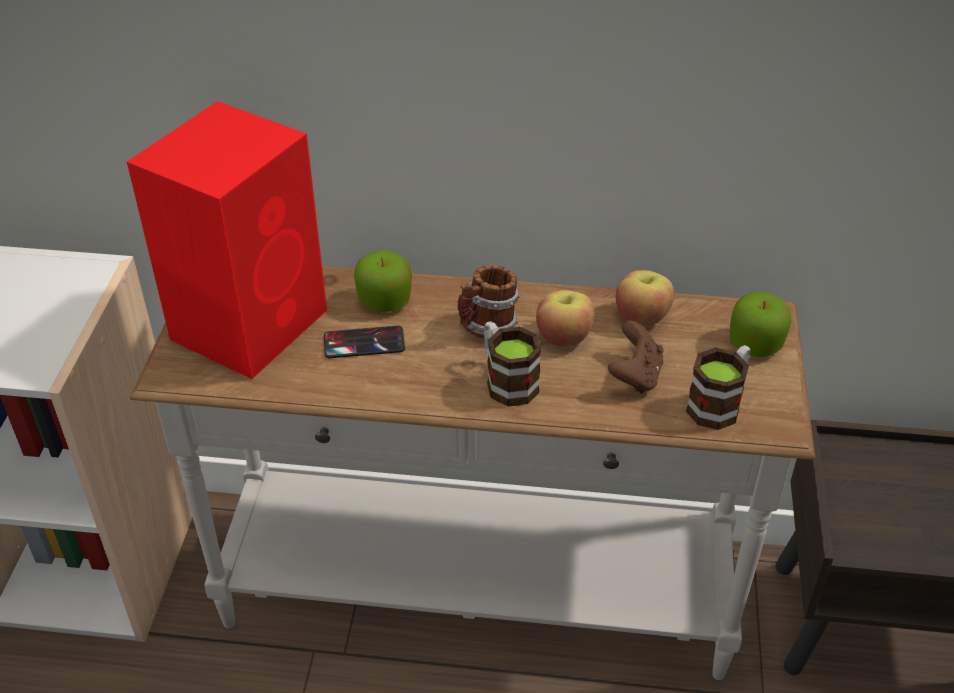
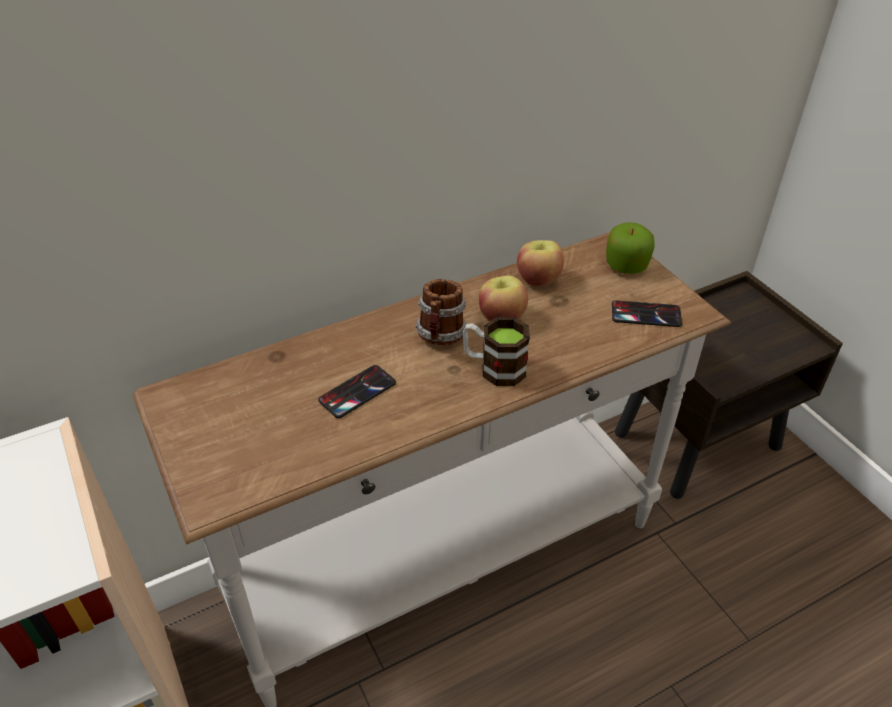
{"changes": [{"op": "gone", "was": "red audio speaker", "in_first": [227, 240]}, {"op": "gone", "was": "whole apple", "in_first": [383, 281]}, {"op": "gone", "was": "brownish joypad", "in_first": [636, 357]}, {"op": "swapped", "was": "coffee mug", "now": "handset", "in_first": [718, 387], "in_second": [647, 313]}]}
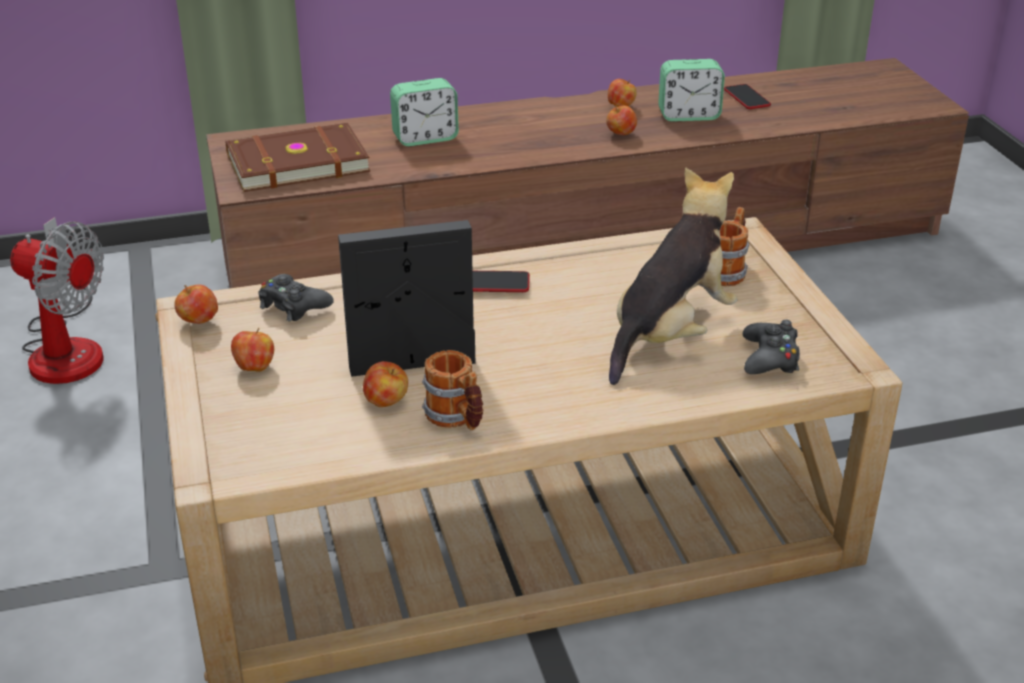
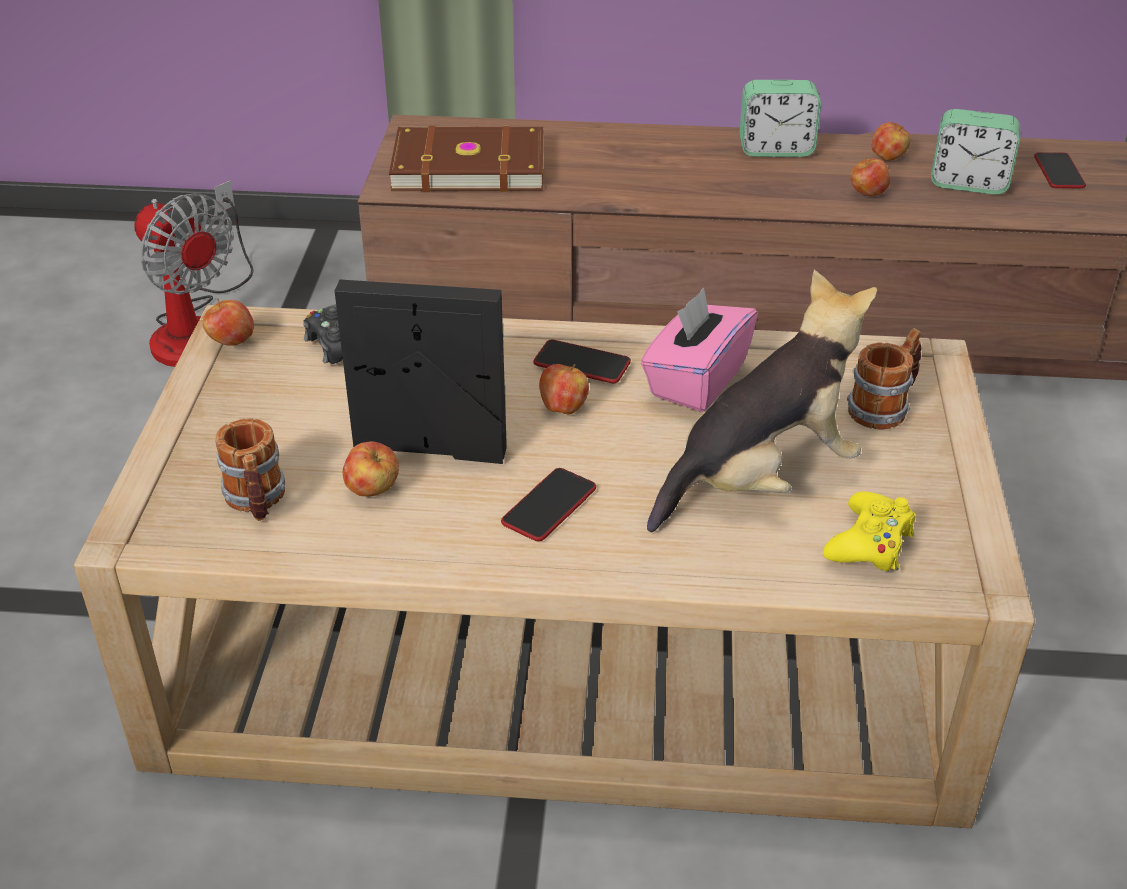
{"changes": [{"op": "shifted", "was": "whole apple", "in_first": [252, 350], "in_second": [564, 389]}, {"op": "shifted", "was": "bedside clock", "in_first": [424, 112], "in_second": [780, 118]}, {"op": "shifted", "was": "coffee mug", "in_first": [452, 390], "in_second": [250, 470]}, {"op": "repainted", "was": "black joypad", "now": "yellowish joypad", "in_first": [771, 347], "in_second": [869, 531]}, {"op": "new", "now": "handset", "in_second": [548, 504]}, {"op": "new", "now": "pink-coloured tissue holder", "in_second": [699, 350]}]}
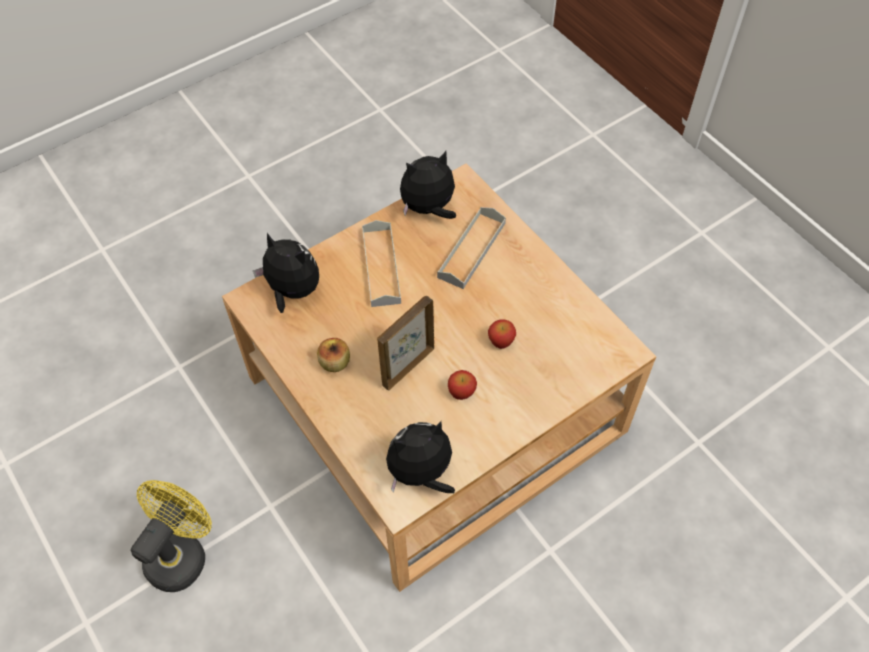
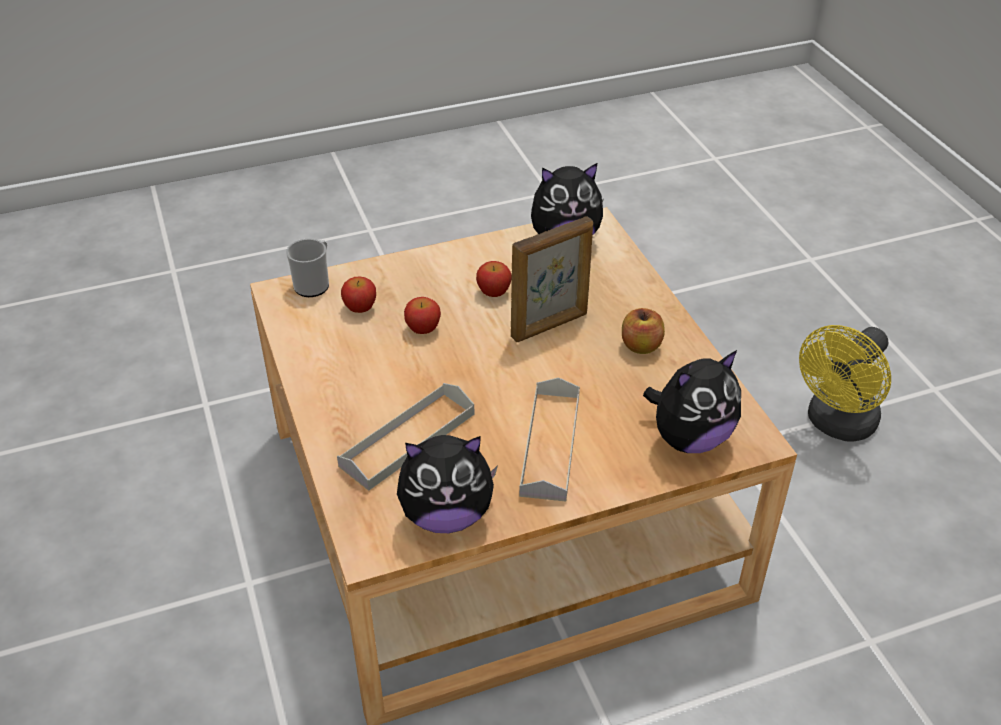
{"changes": [{"op": "rotated", "was": "plush toy", "in_first": [286, 273], "in_second": [692, 401], "clockwise": -75}, {"op": "new", "now": "coffee mug", "in_second": [307, 268]}, {"op": "new", "now": "whole apple", "in_second": [358, 295]}]}
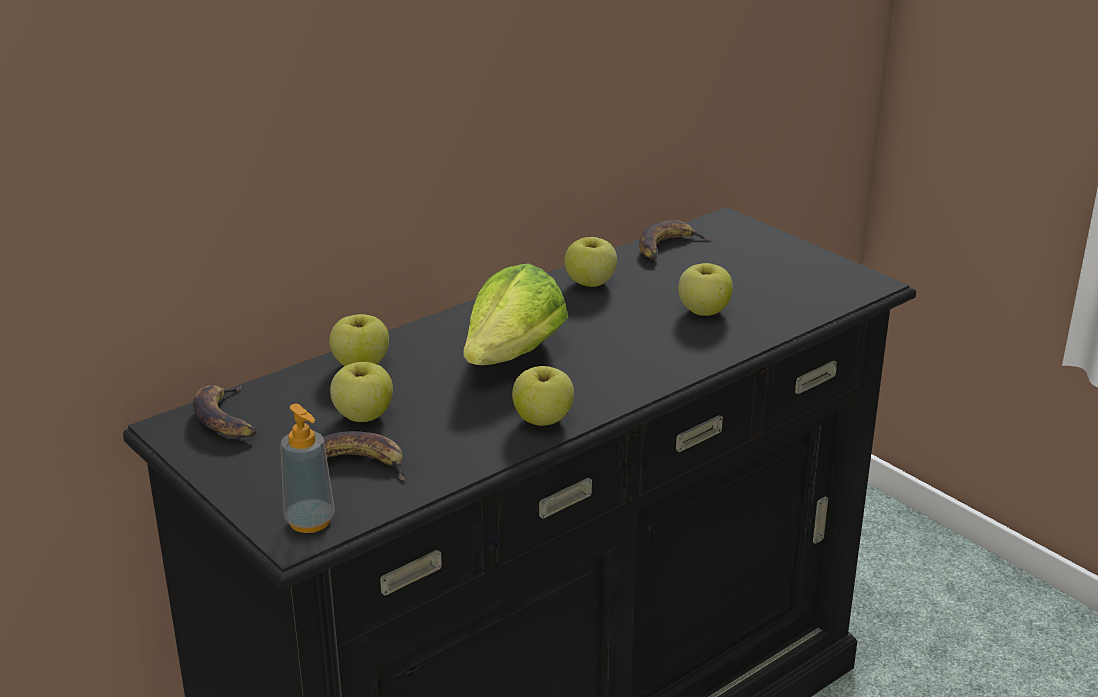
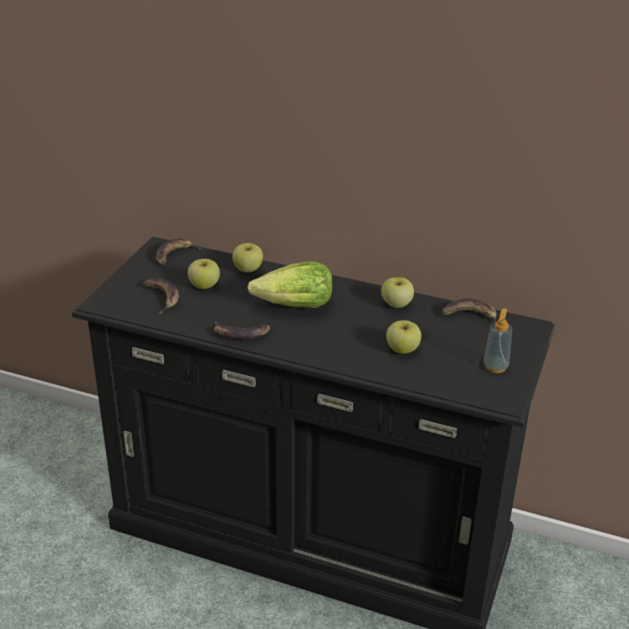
{"changes": [{"op": "shifted", "was": "liquid soap bottle", "in_first": [307, 468], "in_second": [497, 340]}, {"op": "swapped", "was": "whole apple", "now": "whole banana", "in_first": [543, 396], "in_second": [242, 330]}]}
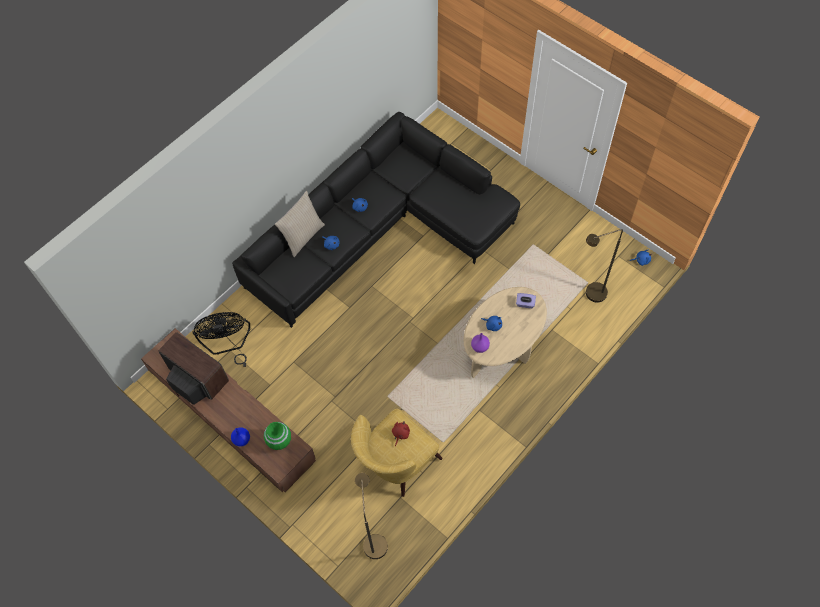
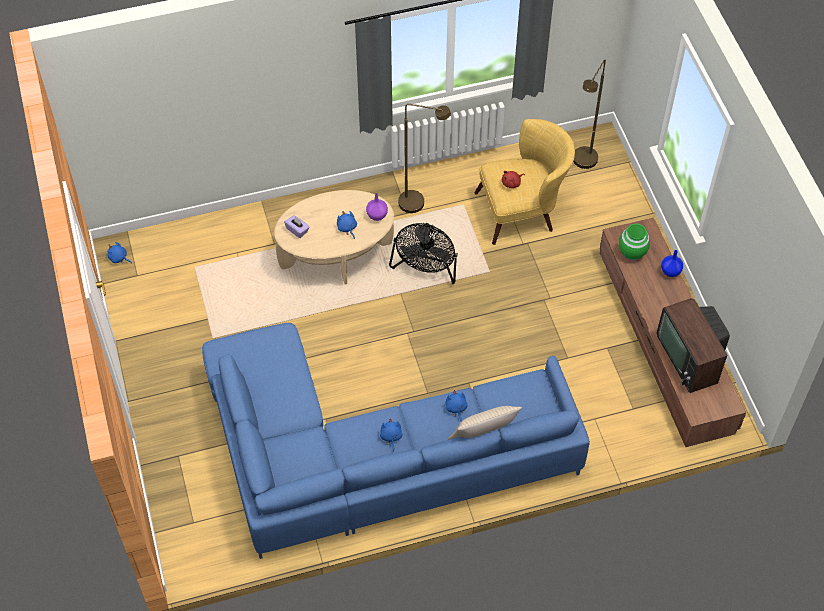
{"changes": [{"op": "shifted", "was": "black fan", "in_first": [221, 339], "in_second": [423, 253]}, {"op": "repainted", "was": "black sofa", "now": "blue sofa", "in_first": [376, 220], "in_second": [396, 441]}, {"op": "shifted", "was": "brownish standing lamp", "in_first": [604, 265], "in_second": [424, 158]}]}
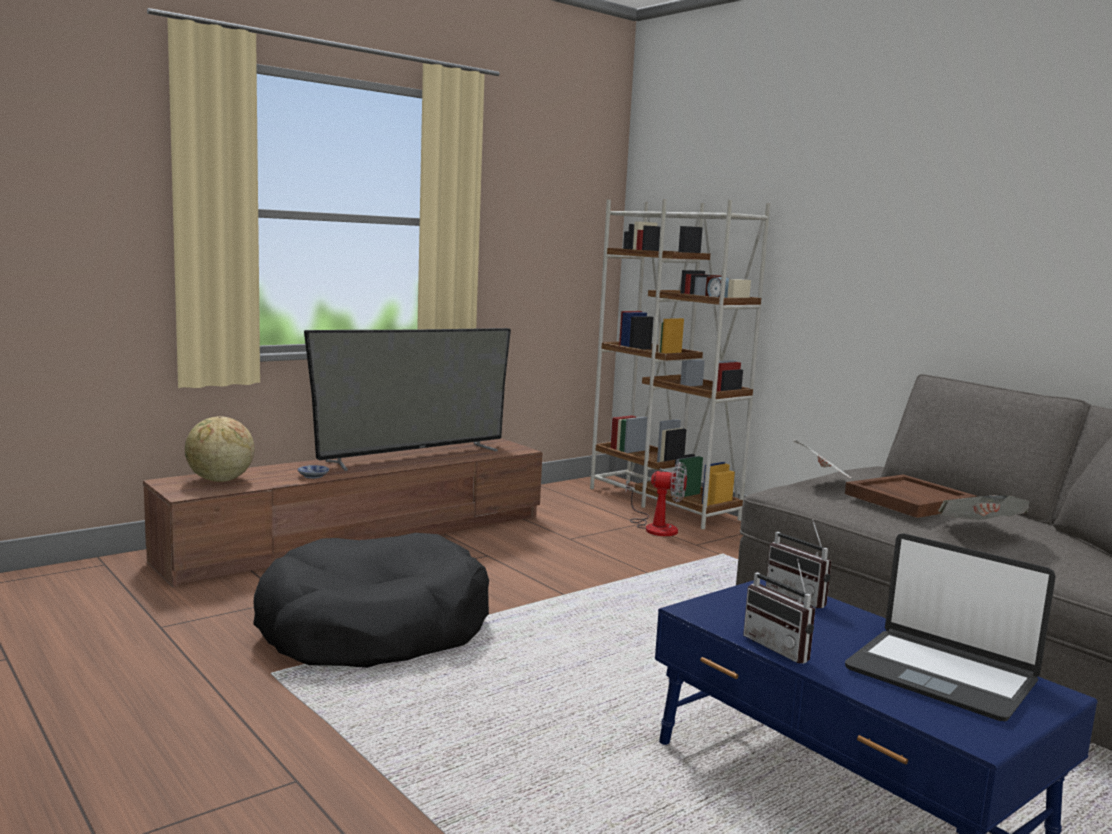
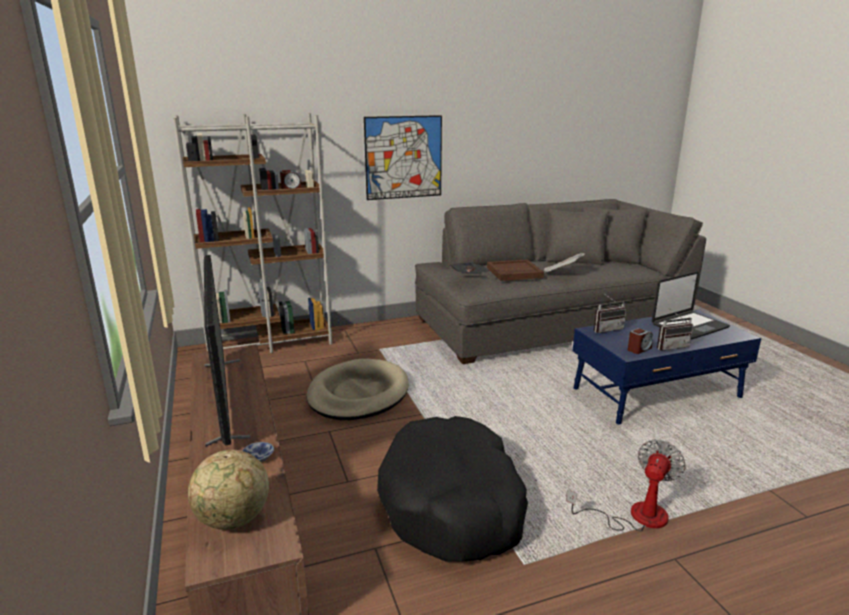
{"changes": [{"op": "shifted", "was": "fan", "in_first": [656, 499], "in_second": [626, 485]}, {"op": "new", "now": "sand-coloured pet bed", "in_second": [358, 389]}, {"op": "new", "now": "wall art", "in_second": [403, 157]}, {"op": "new", "now": "bedside clock", "in_second": [640, 341]}]}
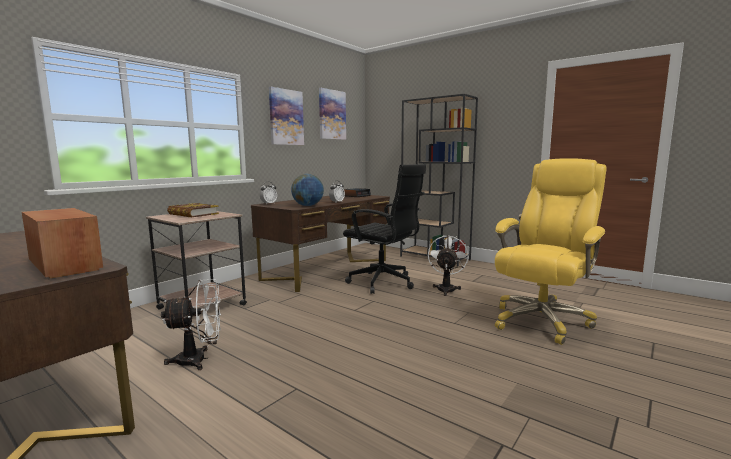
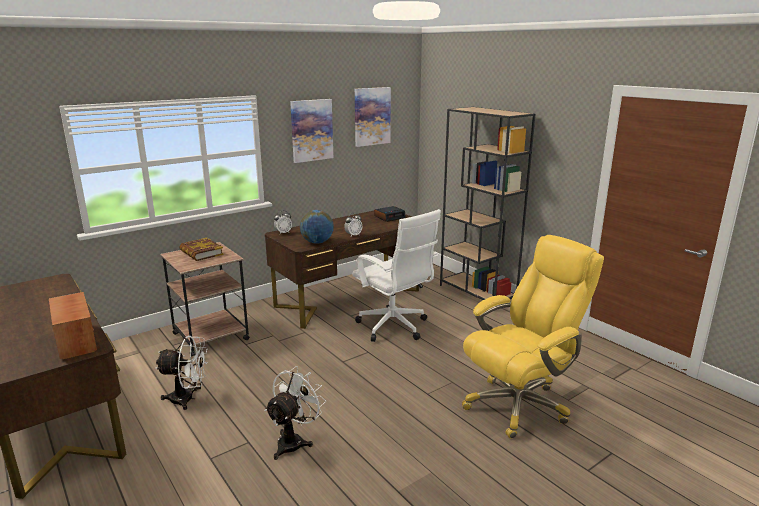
{"changes": [{"op": "repainted", "was": "black desk chair", "now": "whitish desk chair", "in_first": [384, 229], "in_second": [396, 275]}, {"op": "shifted", "was": "whitish fan", "in_first": [448, 265], "in_second": [295, 413]}]}
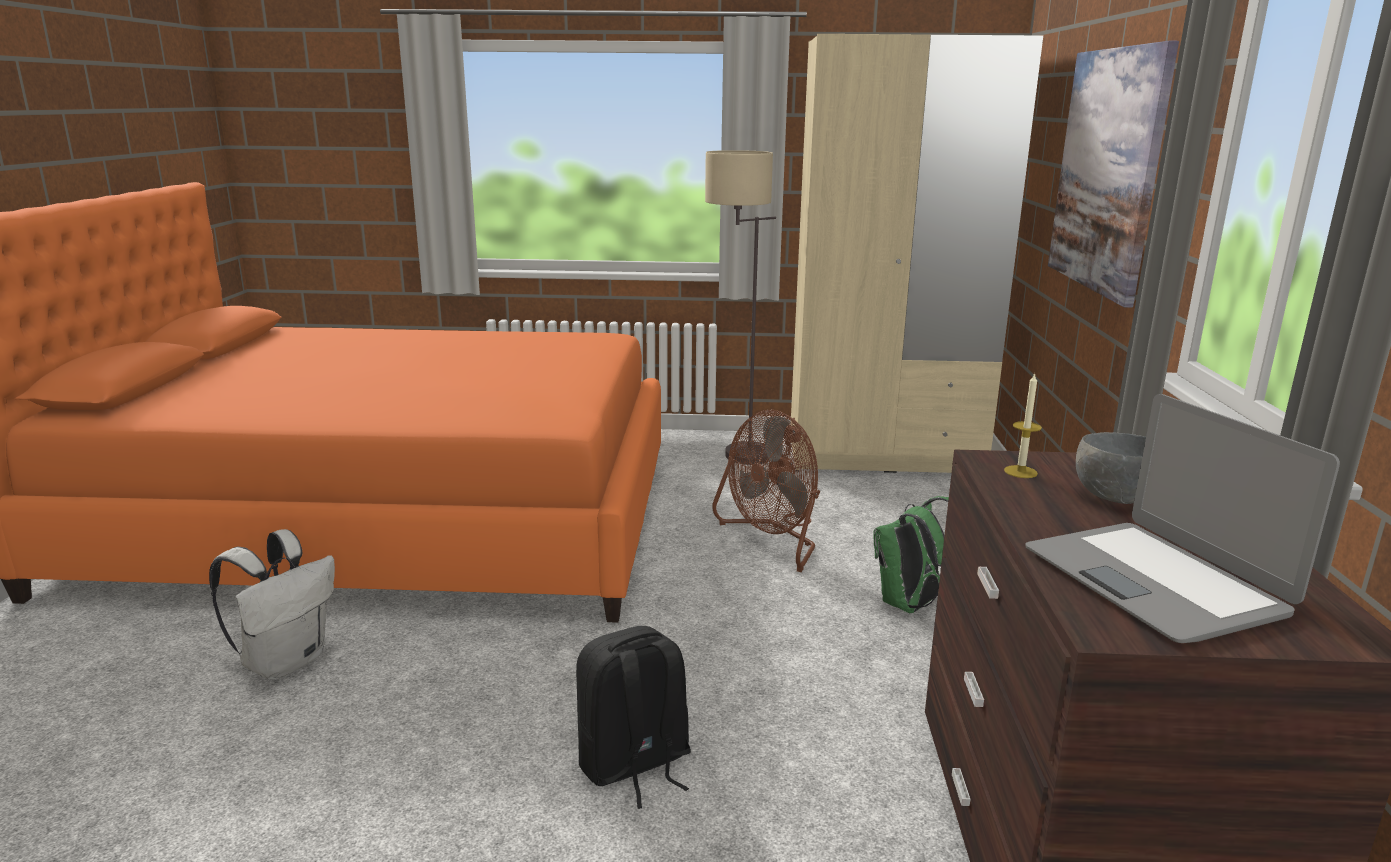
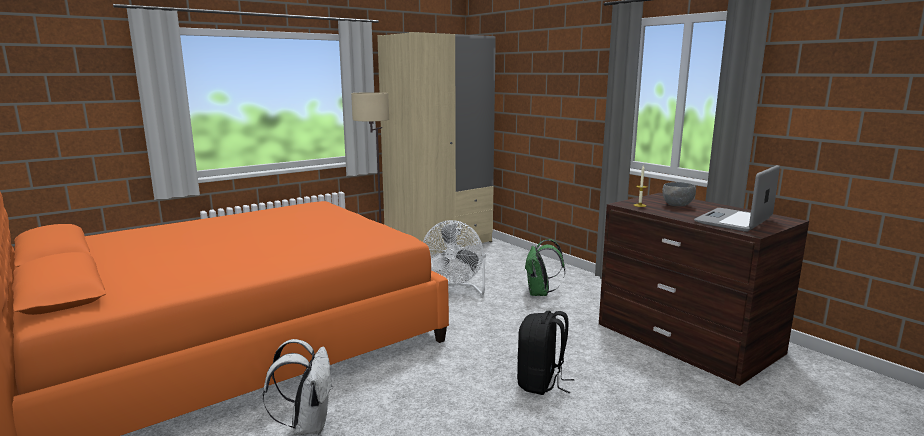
{"changes": [{"op": "repainted", "was": "brownish fan", "now": "whitish fan", "in_first": [766, 491], "in_second": [454, 258]}, {"op": "rotated", "was": "notebook computer", "in_first": [1182, 518], "in_second": [737, 198], "clockwise": 105}, {"op": "gone", "was": "wall art", "in_first": [1113, 174]}]}
